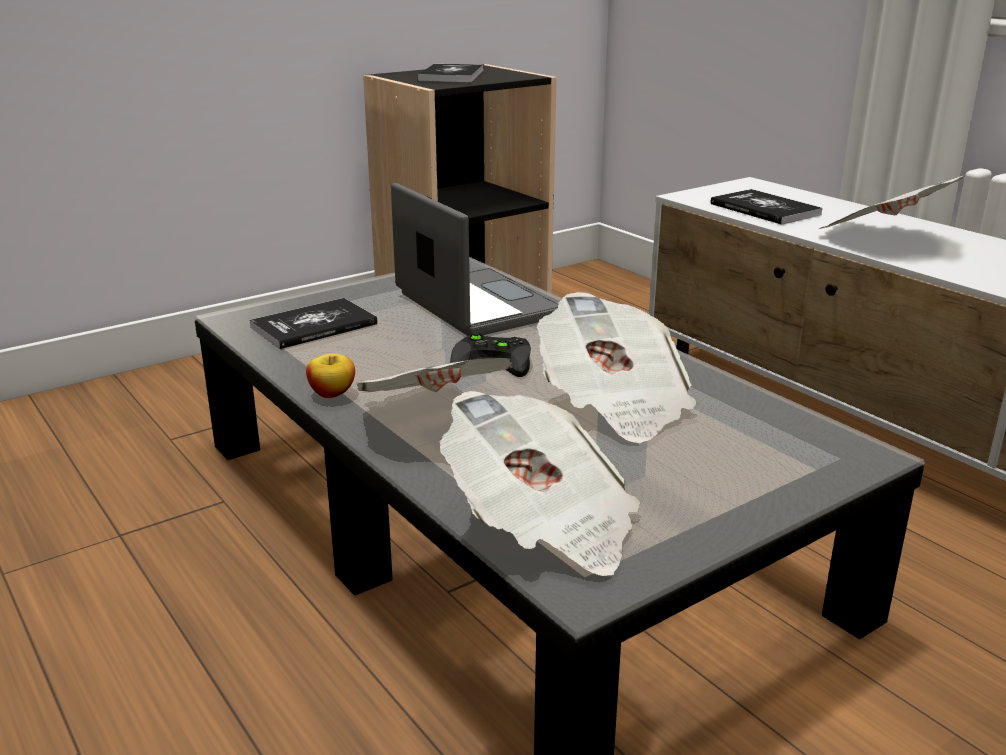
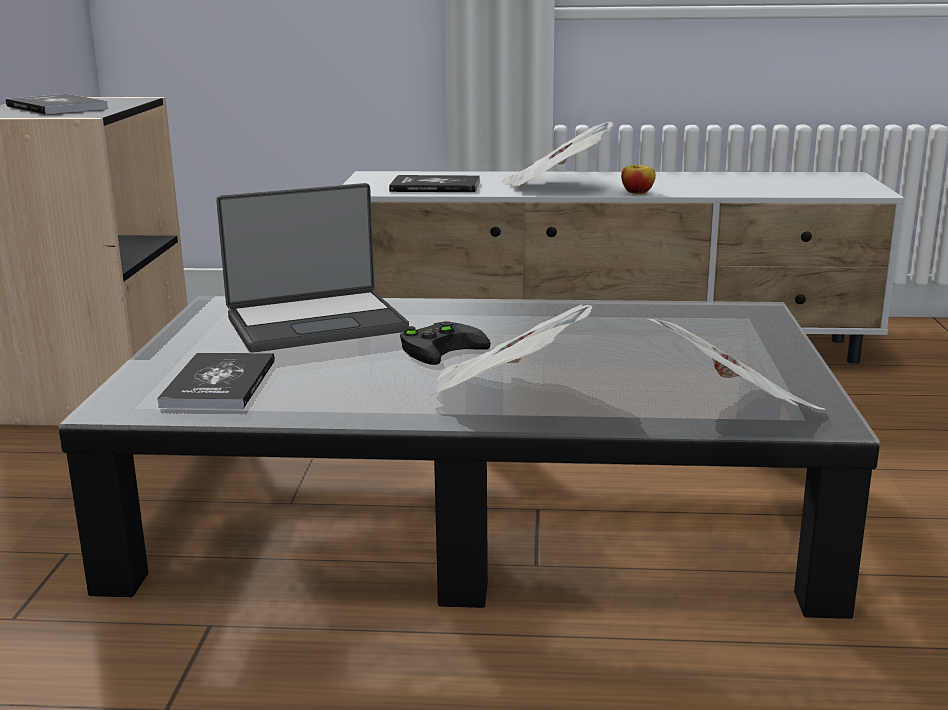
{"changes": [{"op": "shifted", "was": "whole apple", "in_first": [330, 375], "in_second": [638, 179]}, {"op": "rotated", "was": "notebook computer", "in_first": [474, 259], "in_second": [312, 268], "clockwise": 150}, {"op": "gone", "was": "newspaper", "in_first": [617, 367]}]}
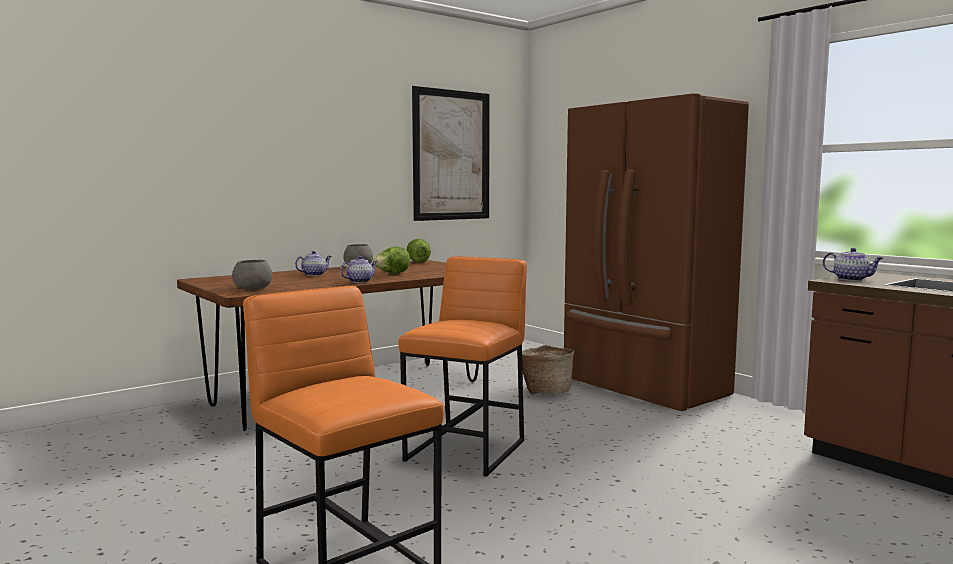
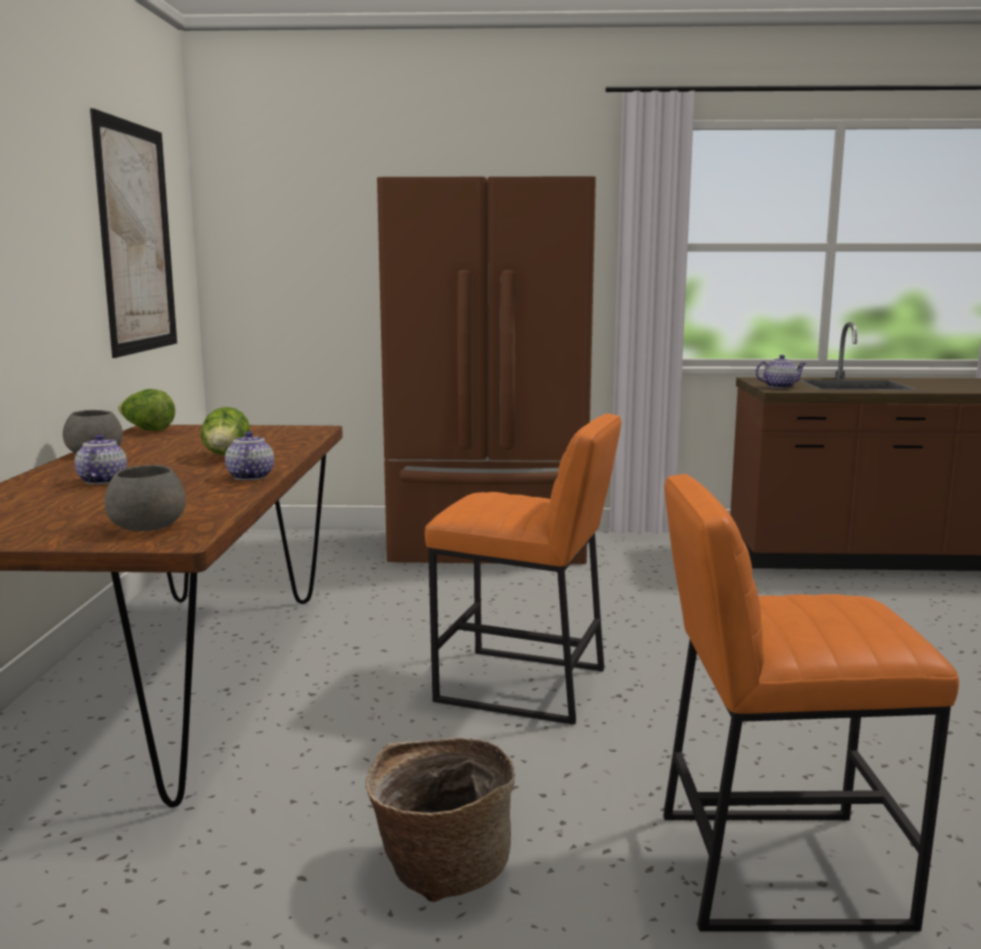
{"changes": [{"op": "rotated", "was": "orange chair", "in_first": [462, 366], "in_second": [523, 569], "clockwise": 135}, {"op": "shifted", "was": "household basket", "in_first": [548, 369], "in_second": [440, 820]}]}
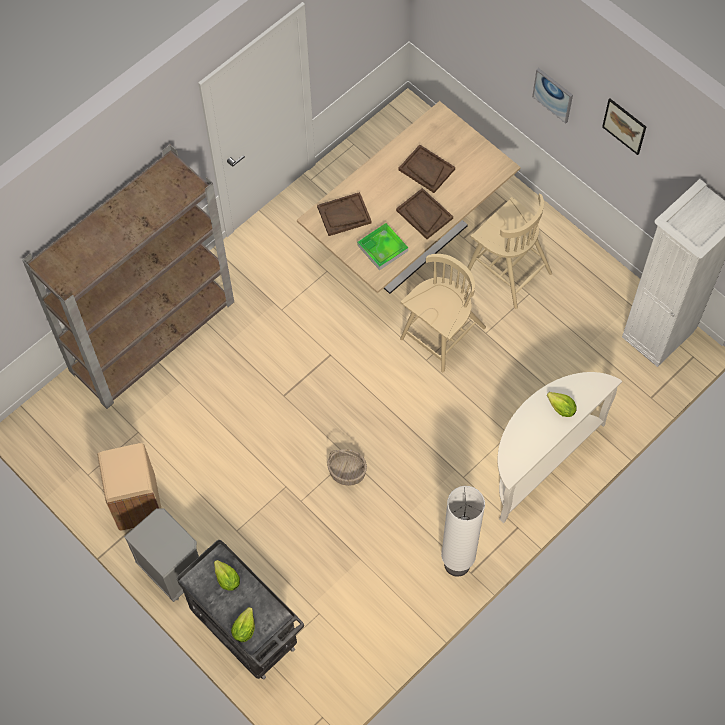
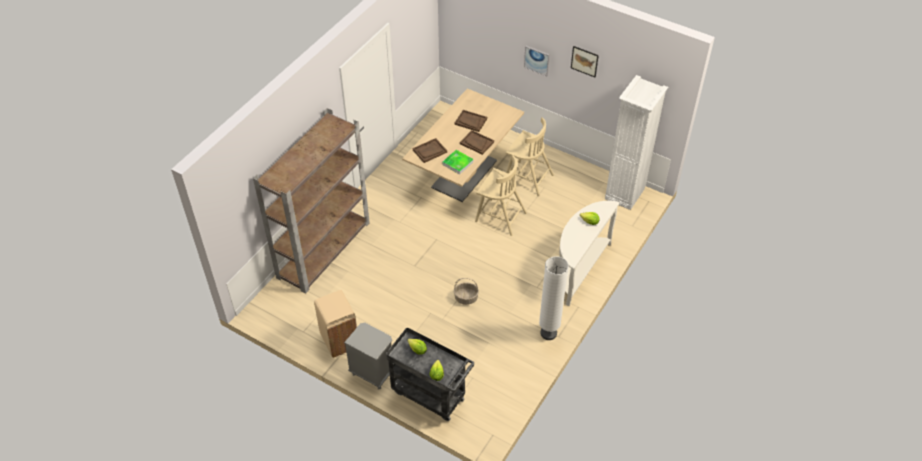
{"changes": [{"op": "rotated", "was": "sand-coloured chair", "in_first": [443, 313], "in_second": [501, 196], "clockwise": 90}]}
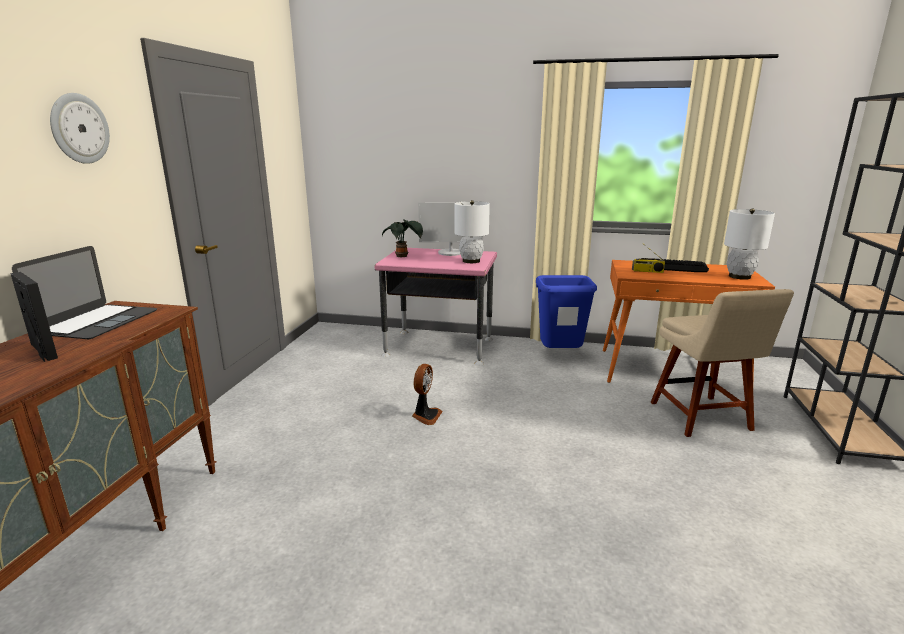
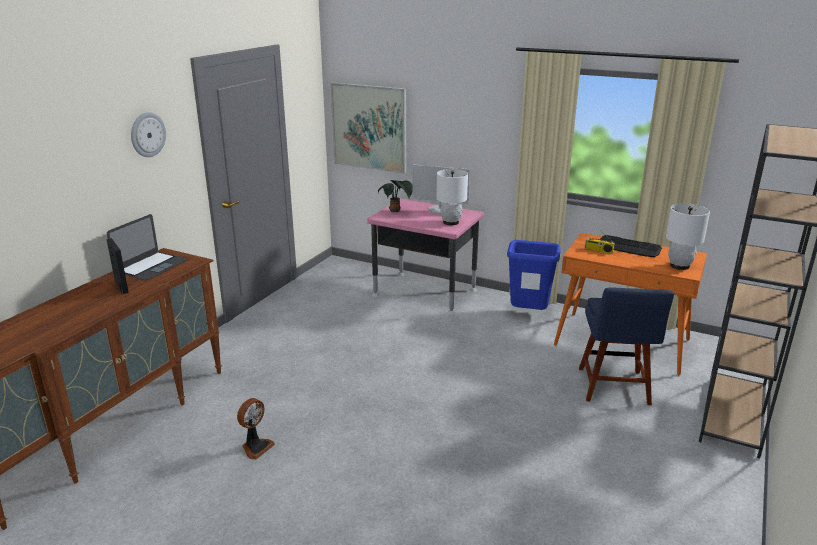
{"changes": [{"op": "shifted", "was": "fan", "in_first": [427, 394], "in_second": [256, 428]}, {"op": "repainted", "was": "sand-coloured chair", "now": "blue chair", "in_first": [722, 363], "in_second": [626, 346]}, {"op": "new", "now": "wall art", "in_second": [368, 128]}]}
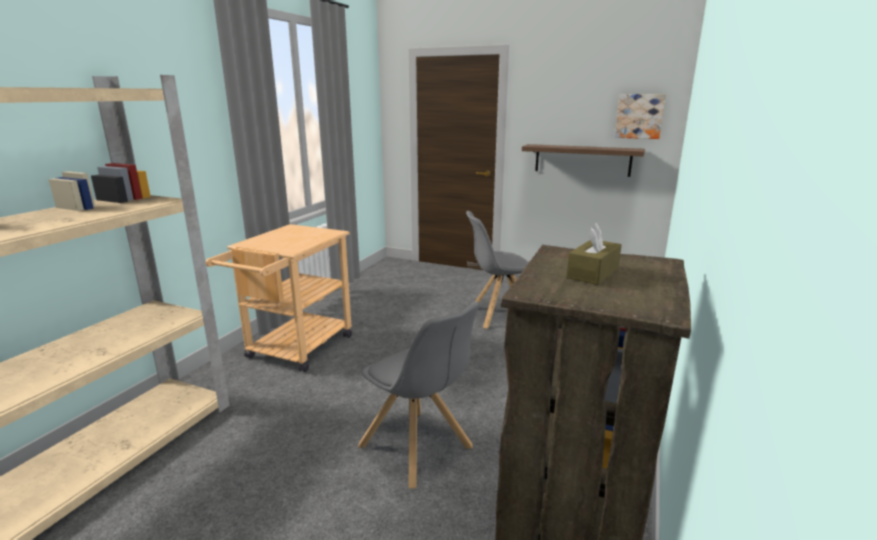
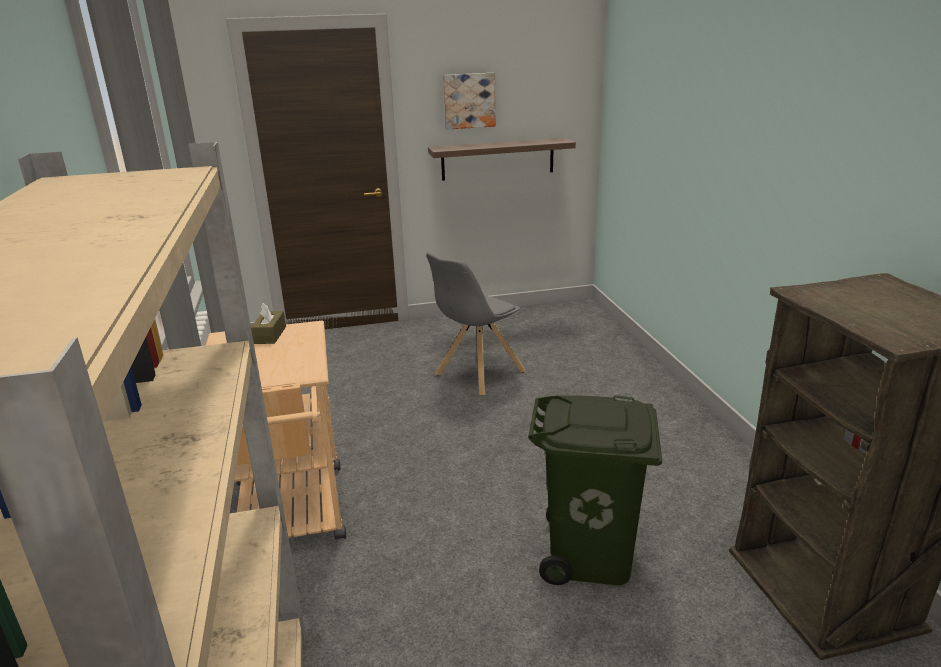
{"changes": [{"op": "swapped", "was": "greyish chair", "now": "greenish trash can", "in_first": [419, 395], "in_second": [595, 490]}, {"op": "shifted", "was": "brownish tissue holder", "in_first": [594, 254], "in_second": [268, 323]}, {"op": "shifted", "was": "wall art", "in_first": [640, 116], "in_second": [469, 101]}]}
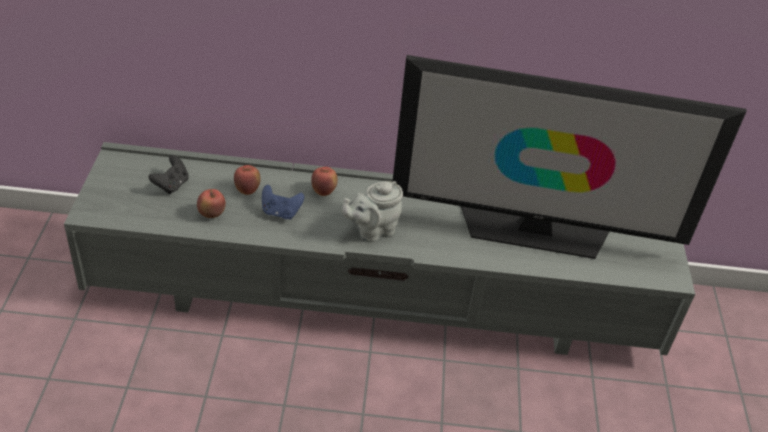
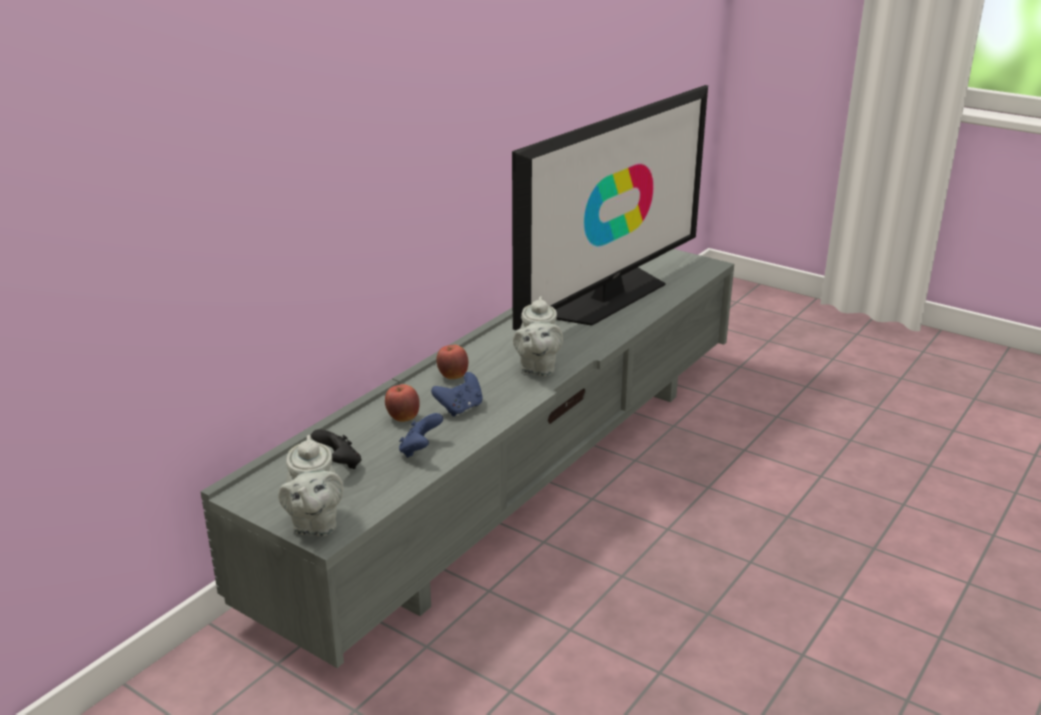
{"changes": [{"op": "swapped", "was": "whole apple", "now": "blue joypad", "in_first": [211, 203], "in_second": [421, 435]}, {"op": "new", "now": "greyish pot for tea", "in_second": [310, 485]}]}
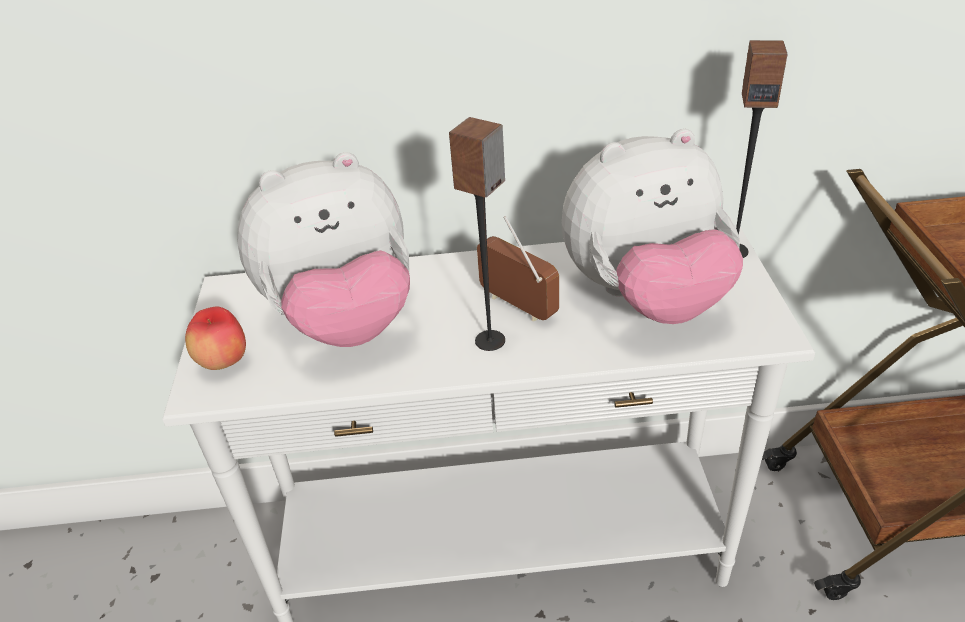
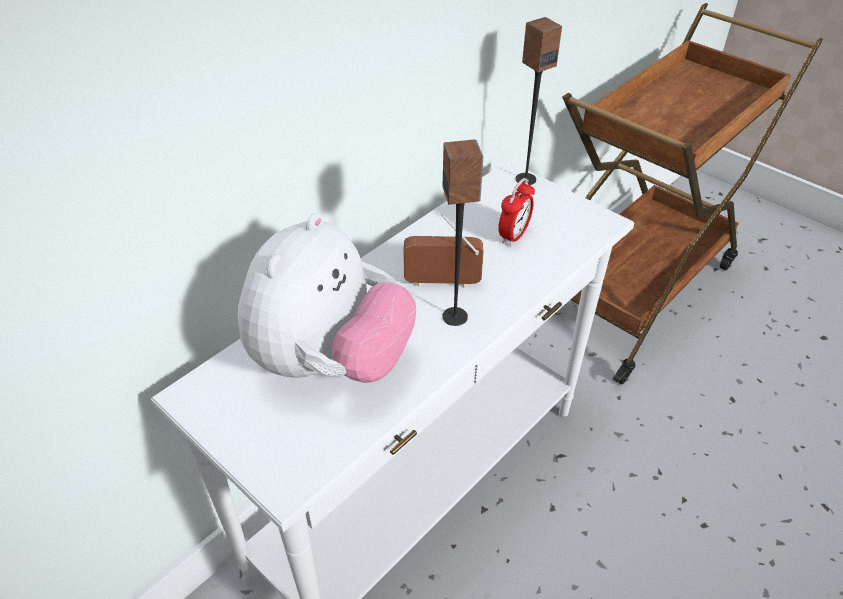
{"changes": [{"op": "gone", "was": "whole apple", "in_first": [215, 338]}, {"op": "swapped", "was": "plush toy", "now": "bedside clock", "in_first": [652, 226], "in_second": [516, 212]}]}
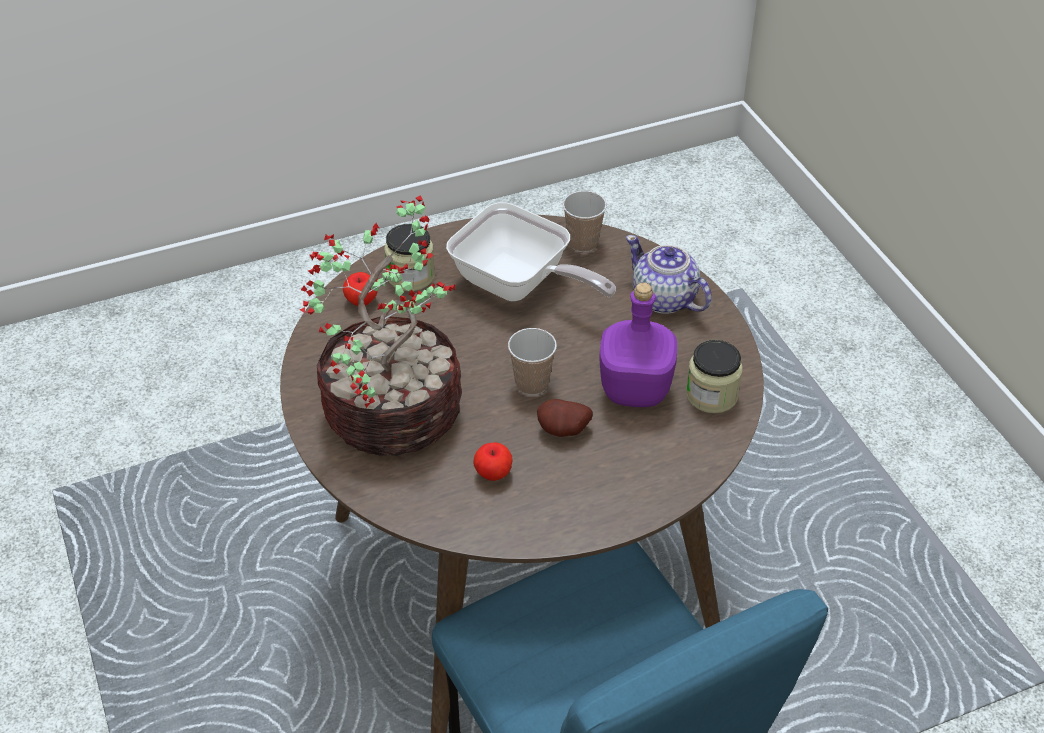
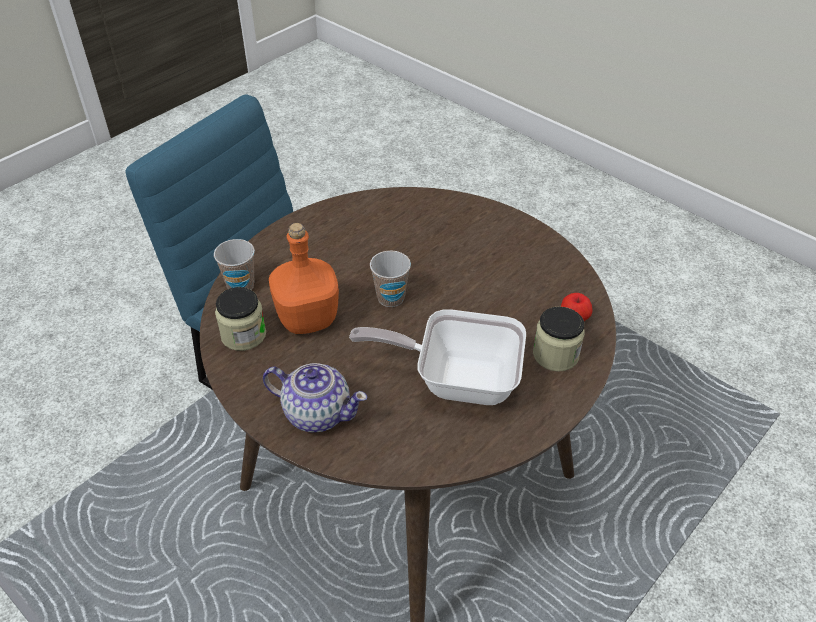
{"changes": [{"op": "gone", "was": "plant in a pot", "in_first": [380, 325]}, {"op": "gone", "was": "whole apple", "in_first": [492, 461]}, {"op": "gone", "was": "whole potato", "in_first": [565, 418]}, {"op": "shifted", "was": "small cup", "in_first": [585, 221], "in_second": [234, 264]}, {"op": "repainted", "was": "purplish beverage bottle", "now": "orange beverage bottle", "in_first": [638, 344], "in_second": [304, 278]}]}
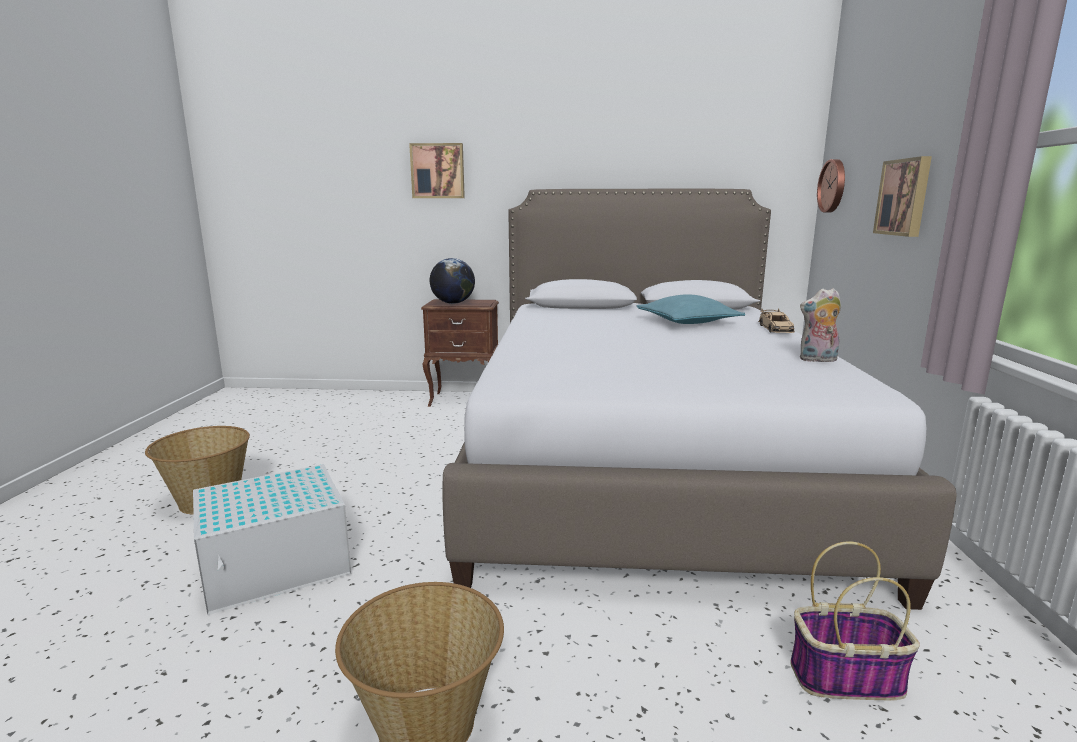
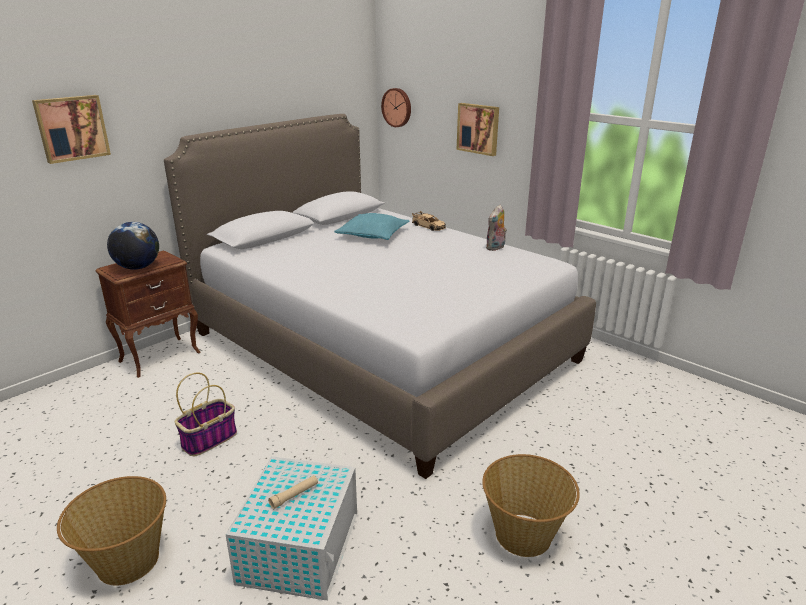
{"changes": [{"op": "shifted", "was": "household basket", "in_first": [855, 621], "in_second": [206, 414]}, {"op": "new", "now": "sand-coloured torch", "in_second": [293, 492]}]}
